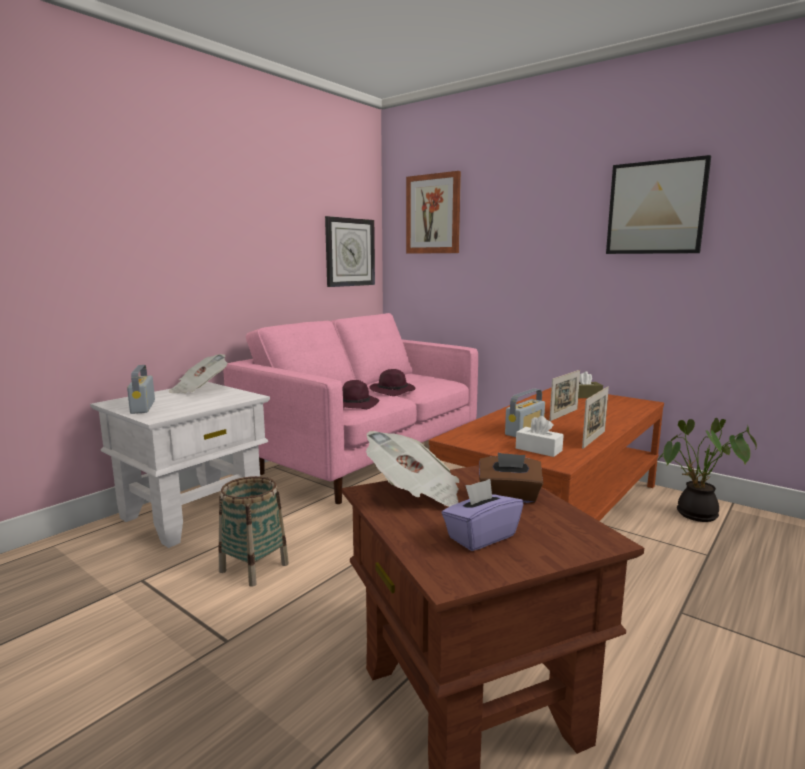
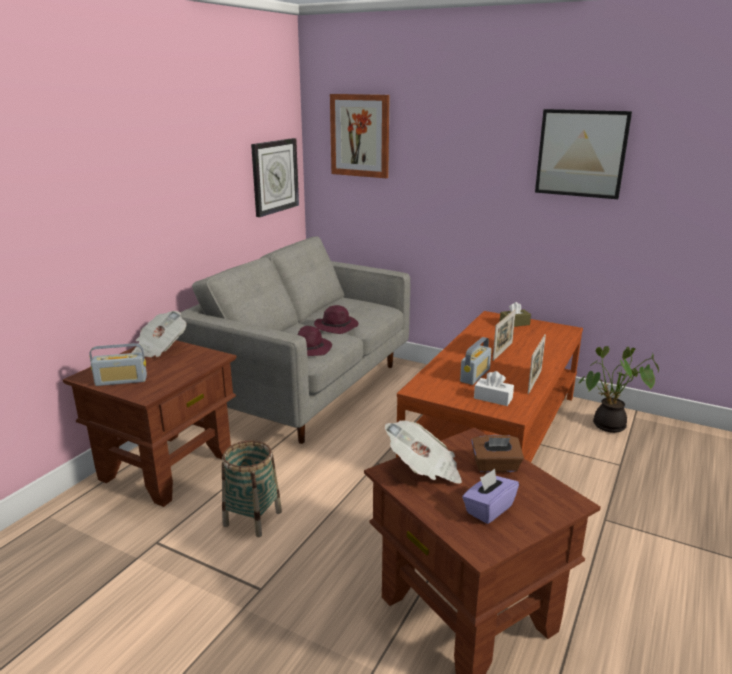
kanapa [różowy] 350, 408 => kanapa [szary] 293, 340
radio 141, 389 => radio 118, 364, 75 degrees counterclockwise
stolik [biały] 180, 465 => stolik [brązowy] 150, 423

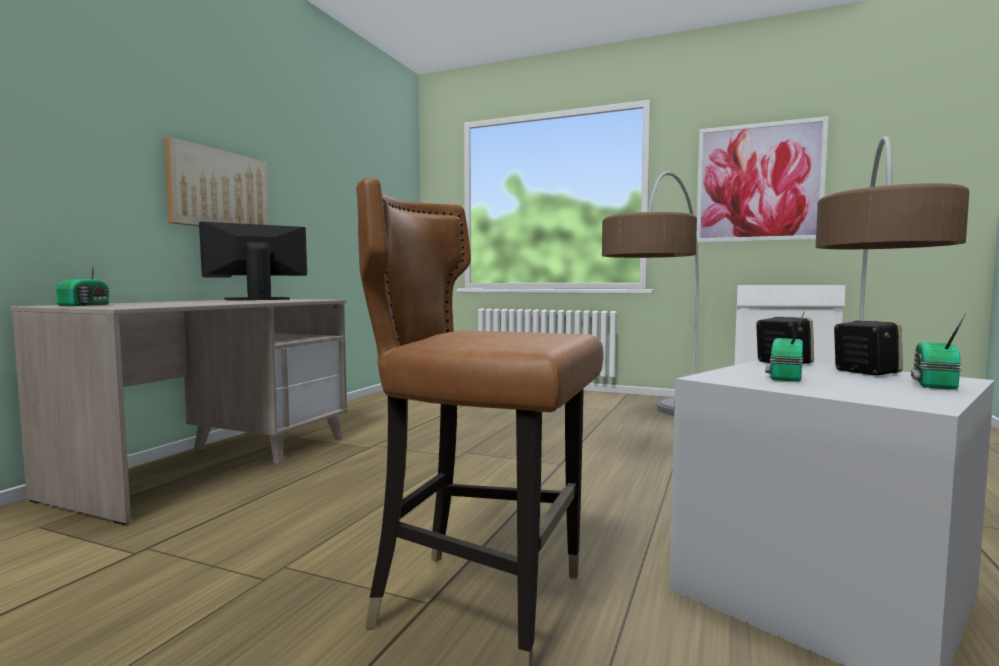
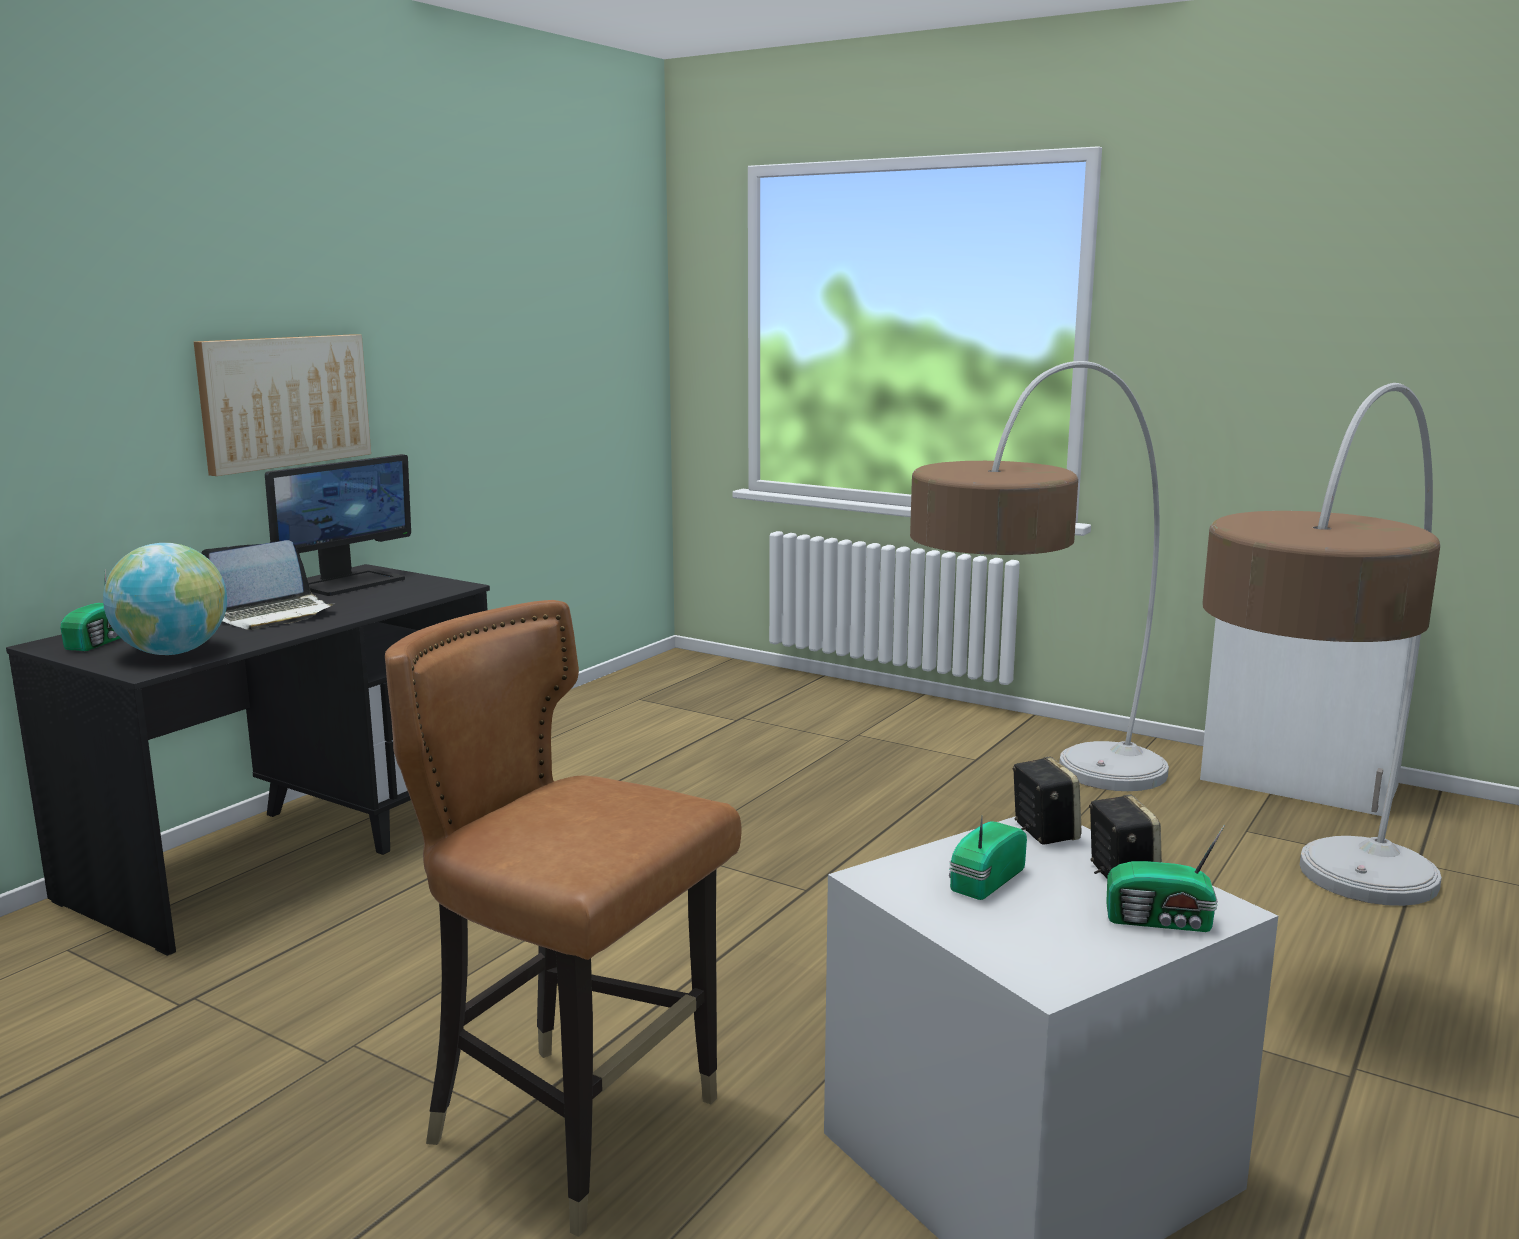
obraz 762, 179 => nothing
monitor 253, 261 => monitor 338, 525, 150 degrees clockwise
biurko [beżowy] 179, 412 => biurko [czarny] 248, 760
radio 938, 352 => radio 1165, 878, 120 degrees counterclockwise
nothing => laptop 268, 585
nothing => globus 165, 599

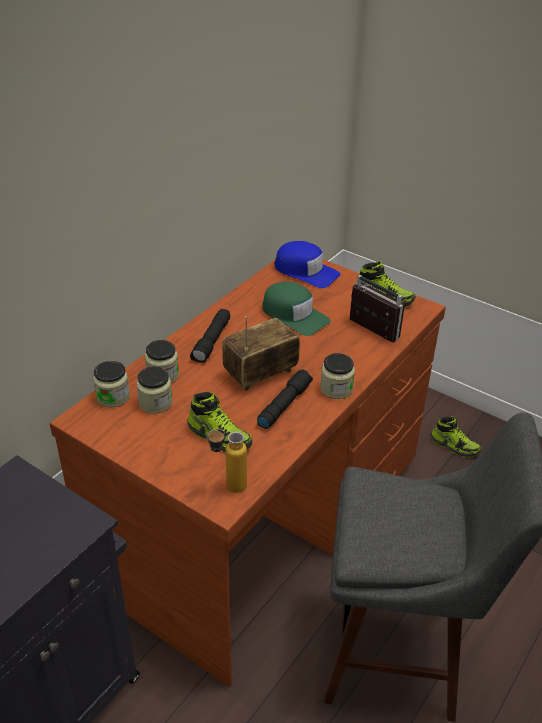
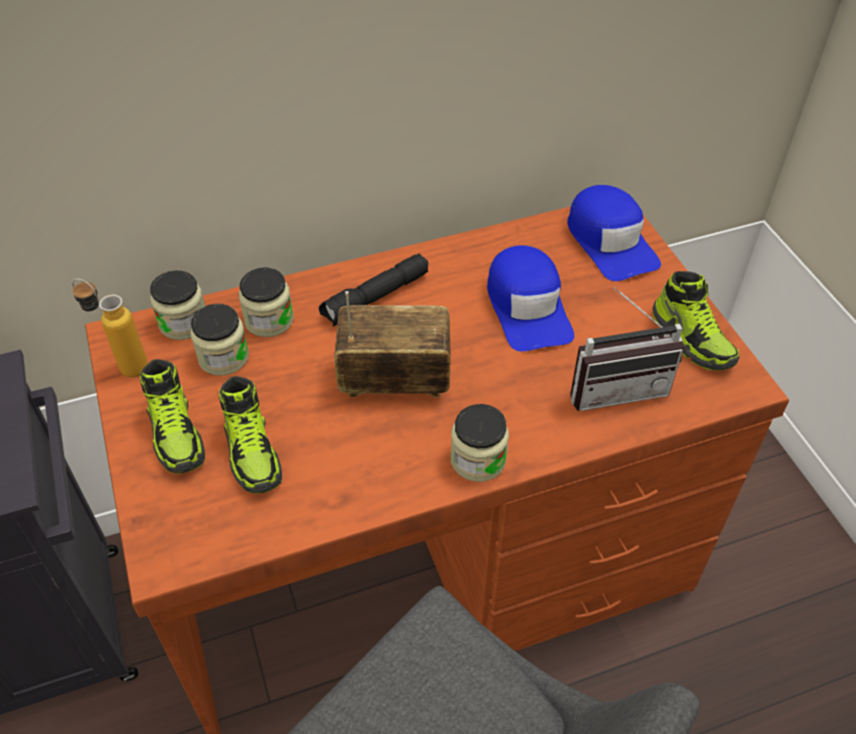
radio 377, 308 => radio 627, 349, 90 degrees clockwise
czapka z daszkiem [zielony] 297, 309 => czapka z daszkiem [niebieski] 530, 298
latarka [czarny] 285, 399 => nothing
but 456, 436 => but 172, 416, moved
butelka 227, 461 => butelka 110, 328, moved

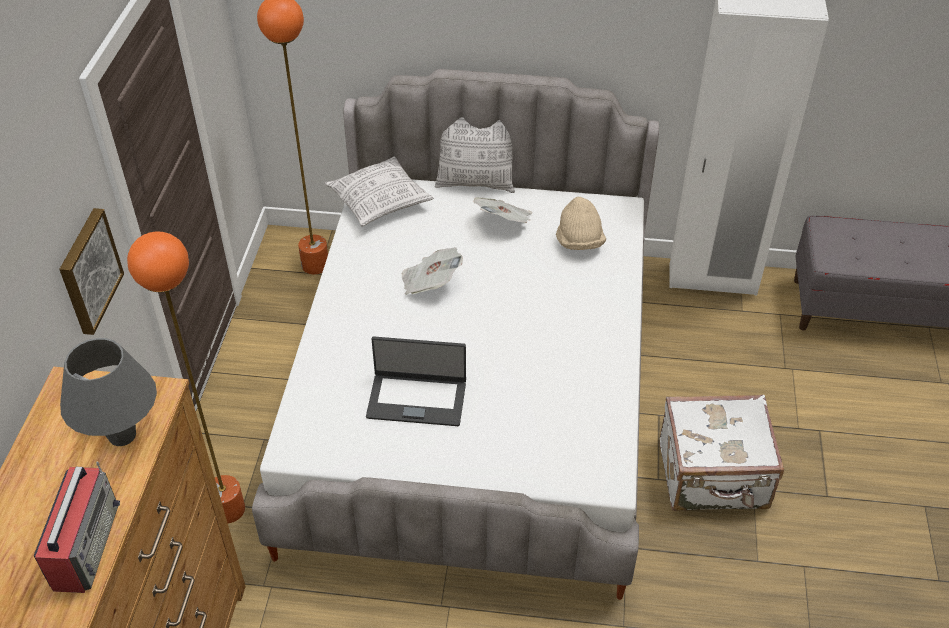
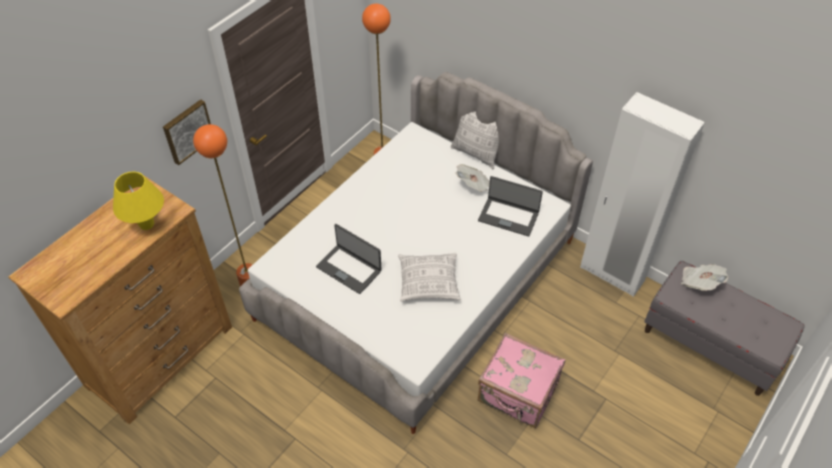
poduszka 379, 191 => poduszka 429, 277, moved
kapelusz [beżowy] 581, 223 => laptop 510, 206
gazeta 432, 271 => gazeta 704, 277, moved
lampa stołowa [szary] 108, 392 => lampa stołowa [żółty] 138, 201
walizka [biały] 721, 452 => walizka [różowy] 521, 380
radio 77, 527 => nothing

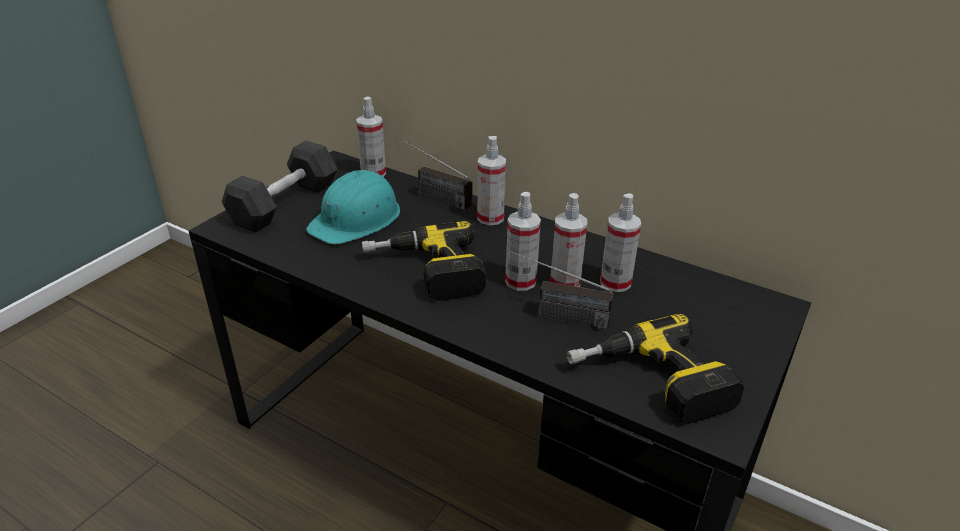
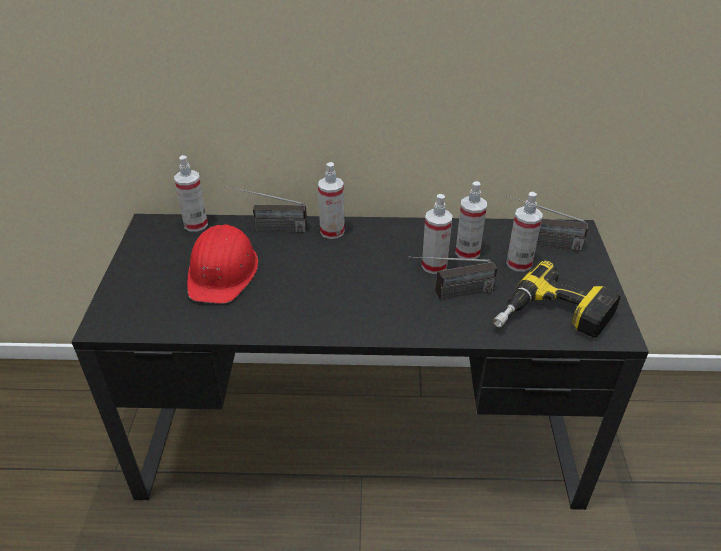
hantel [czarny] 280, 187 => nothing
kask [turkusowy] 353, 206 => kask [czerwony] 222, 263
spryskiwacz 523, 241 => spryskiwacz 524, 232, moved
wiertarka 424, 261 => nothing
nothing => radio 547, 223

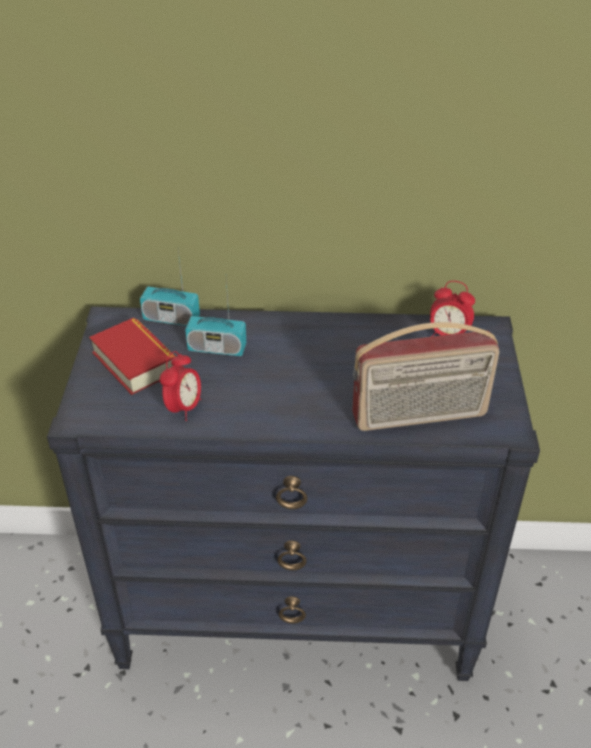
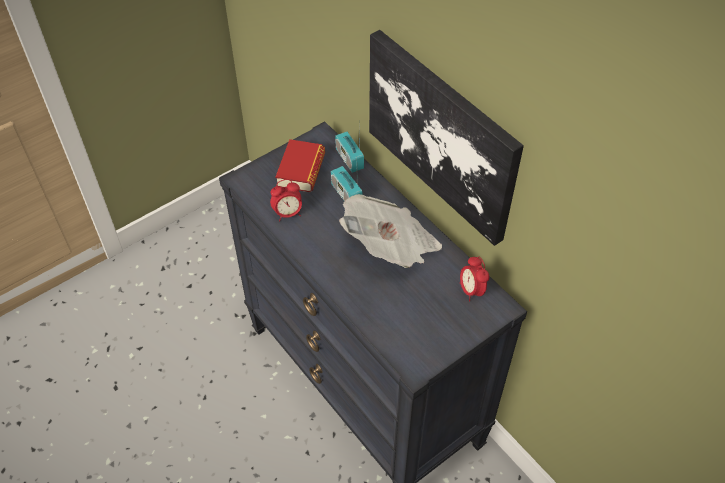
radio 425, 376 => nothing
nothing => obraz 446, 138
nothing => gazeta 390, 231

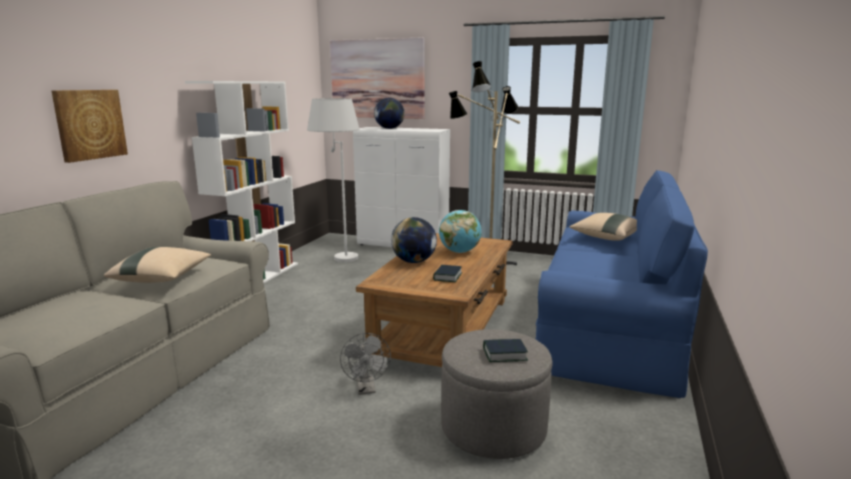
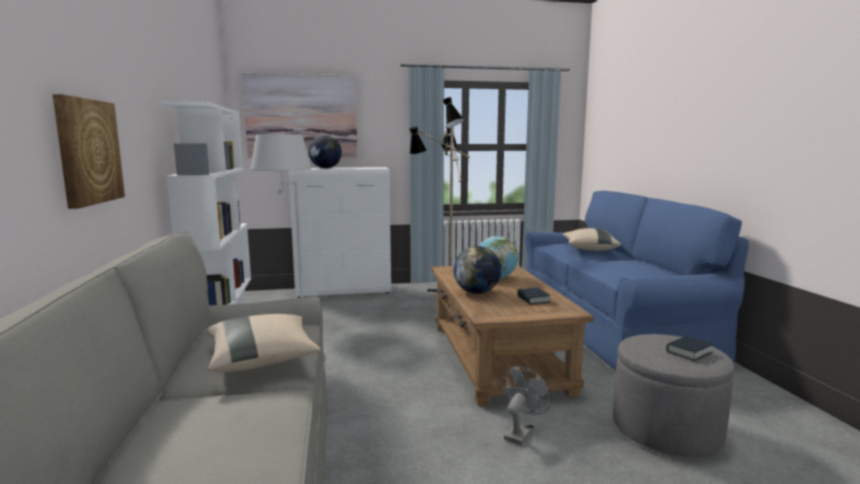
wentylator [szary] 365, 364 => wentylator [szary] 526, 405, 105 degrees counterclockwise

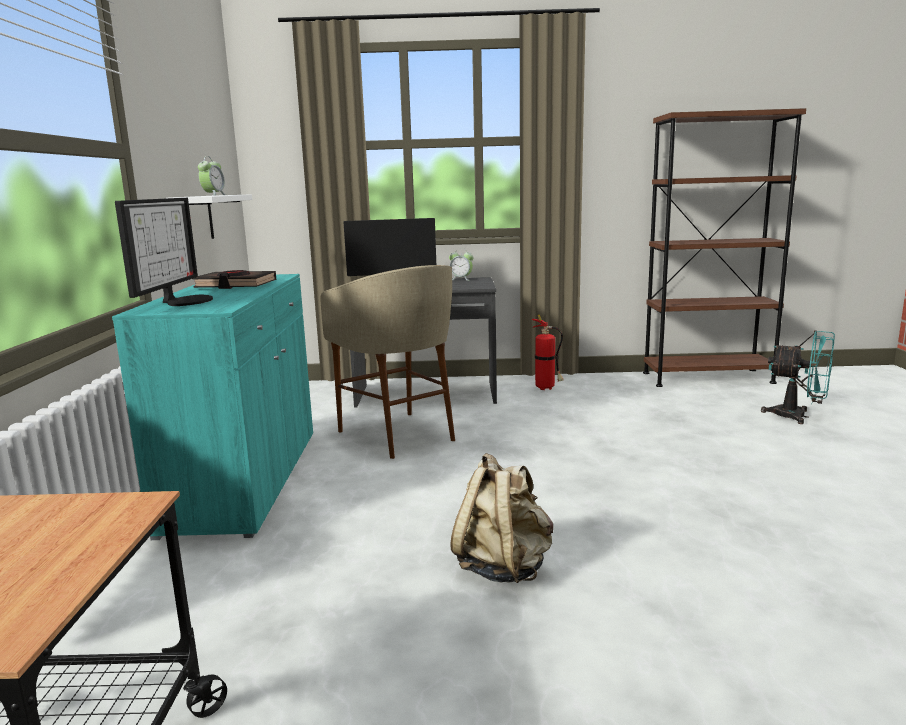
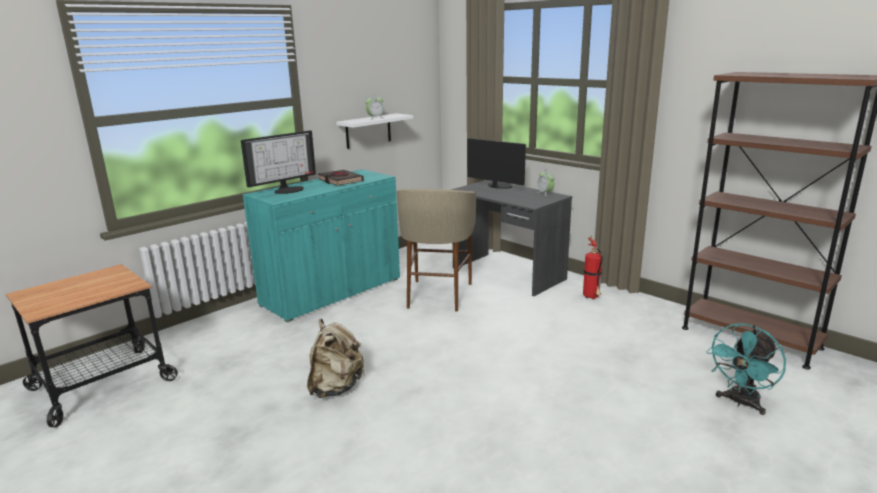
wentylator [turkusowy] 798, 377 => wentylator [turkusowy] 746, 369, 60 degrees clockwise

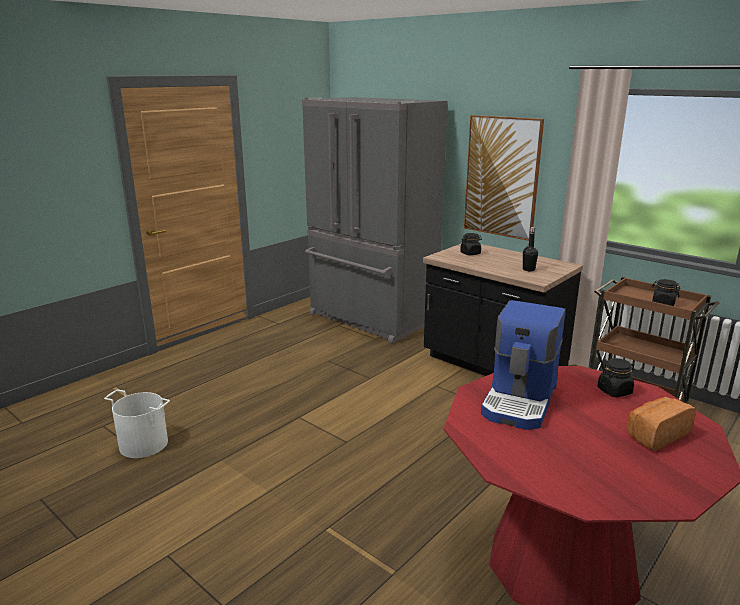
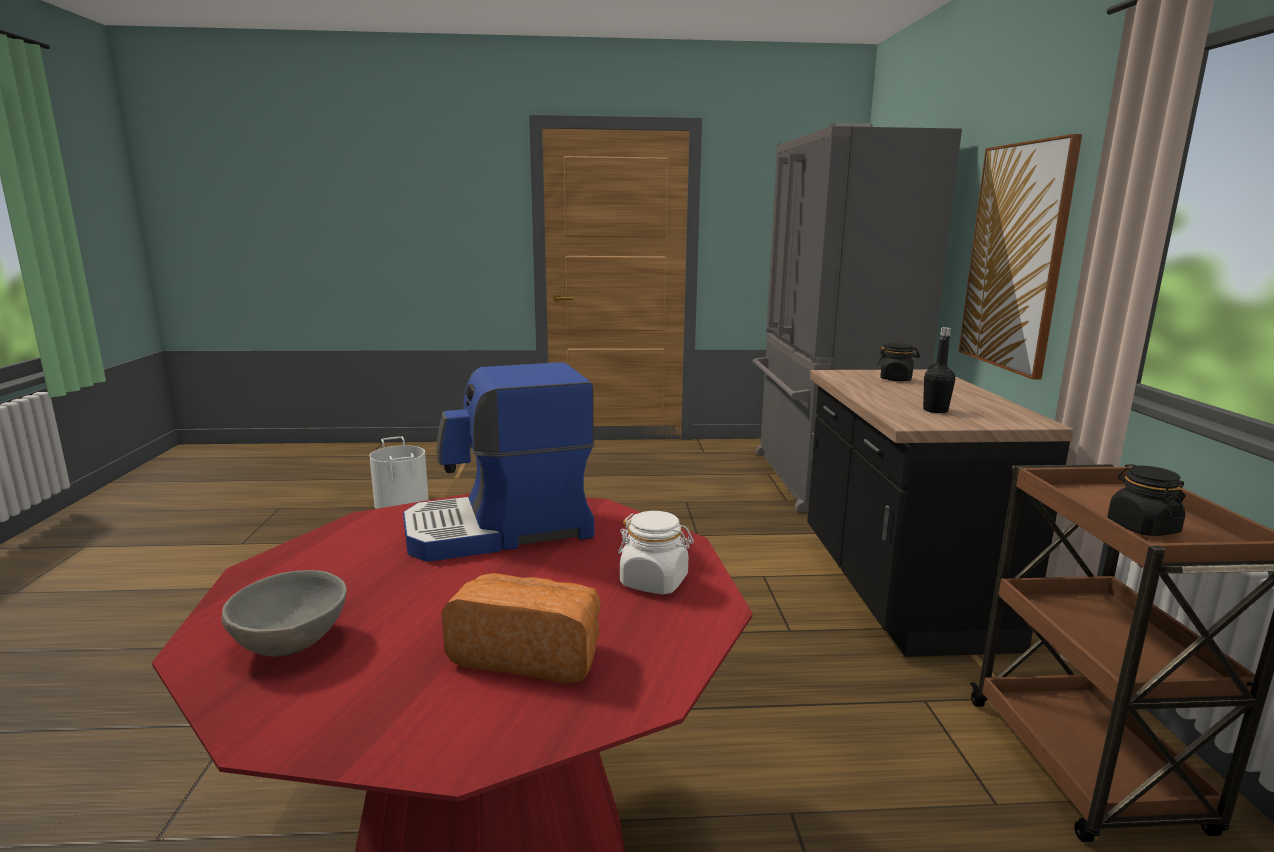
słoik [czarny] 615, 377 => słoik [biały] 656, 552
nothing => miska [szary] 284, 613

